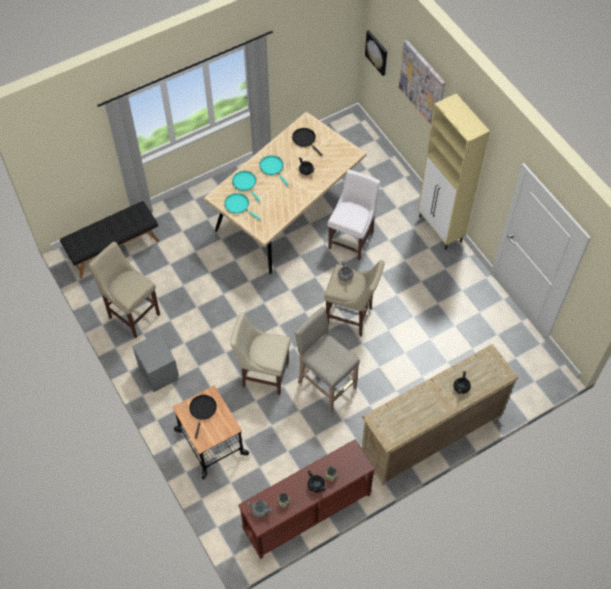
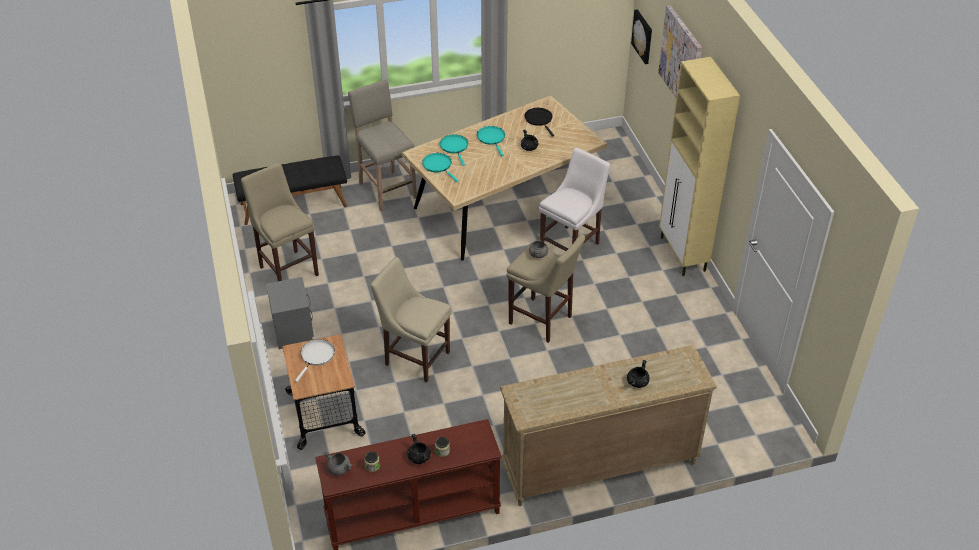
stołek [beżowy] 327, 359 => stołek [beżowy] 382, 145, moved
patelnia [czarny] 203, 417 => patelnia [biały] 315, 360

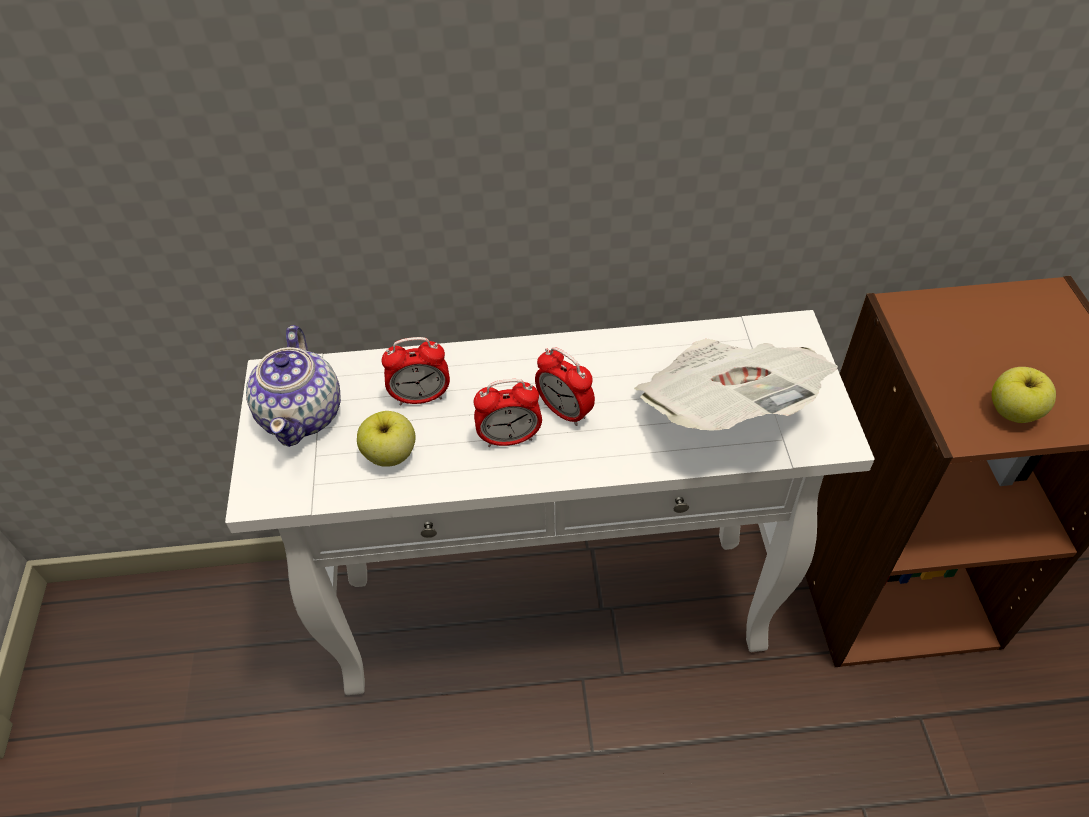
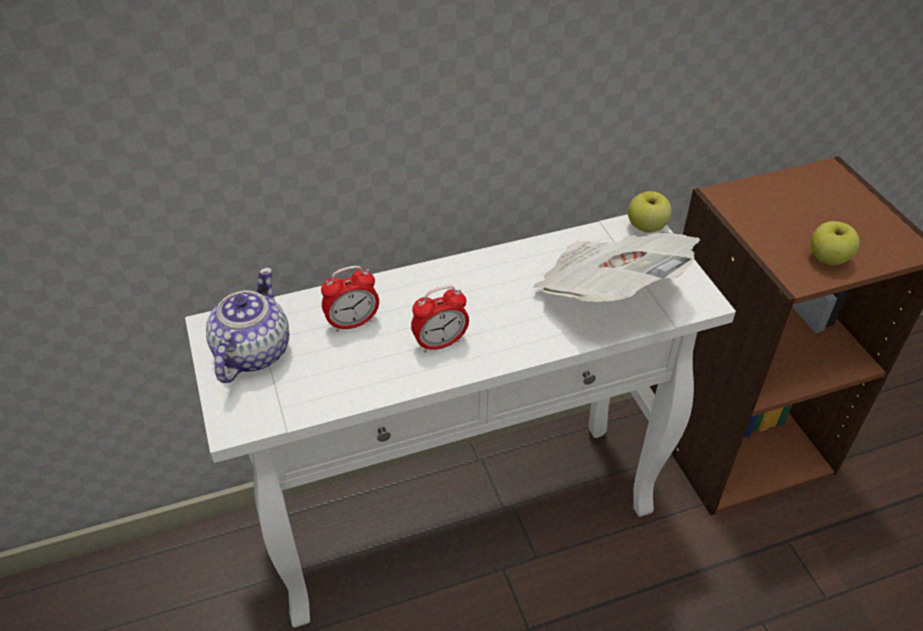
imbryk 293, 386 => imbryk 247, 325, 150 degrees counterclockwise
budzik 565, 386 => nothing
jabłko 386, 439 => jabłko 650, 212, moved

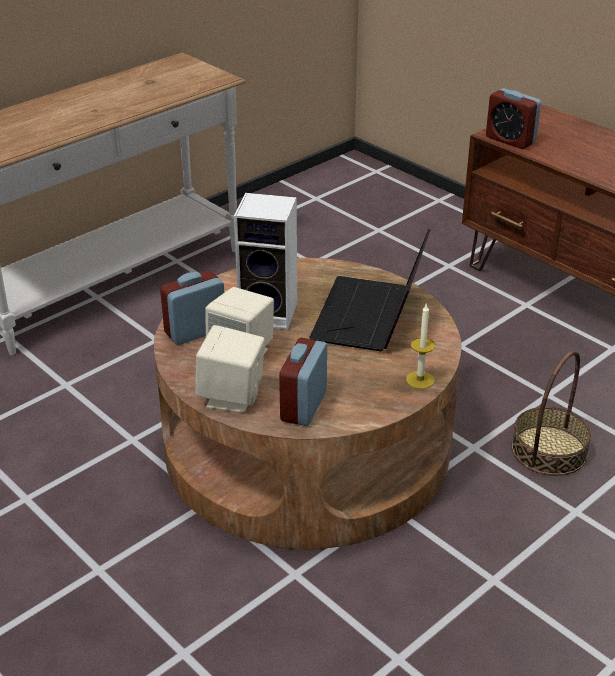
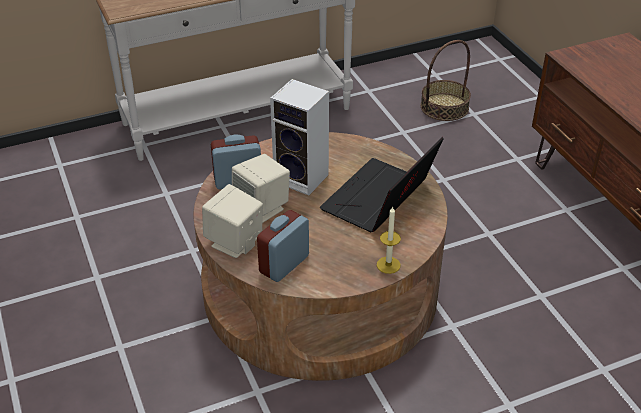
budzik 513, 118 => nothing
koszyk 551, 413 => koszyk 446, 80, moved

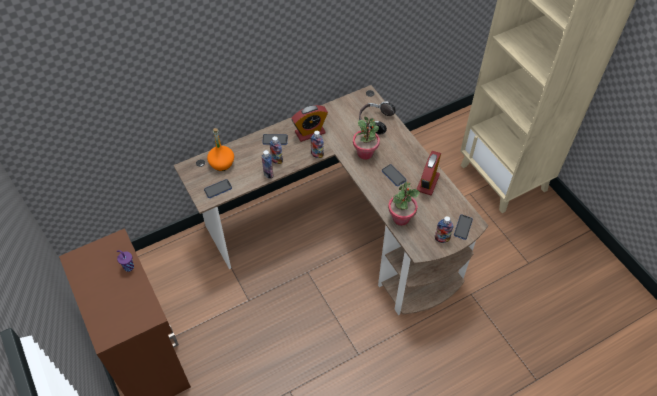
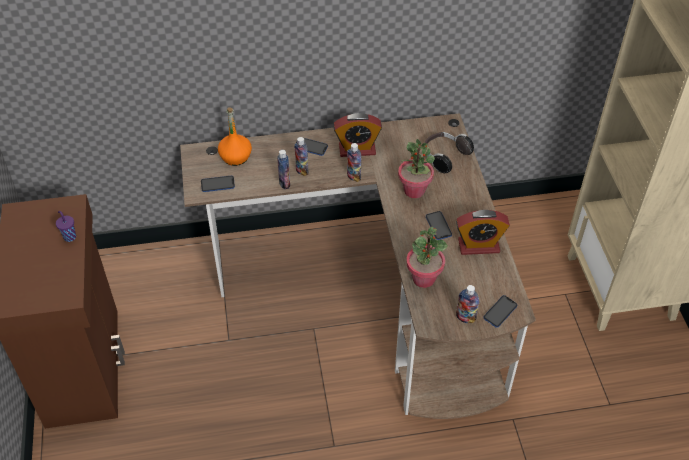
budzik 428, 173 => budzik 483, 232, 135 degrees counterclockwise

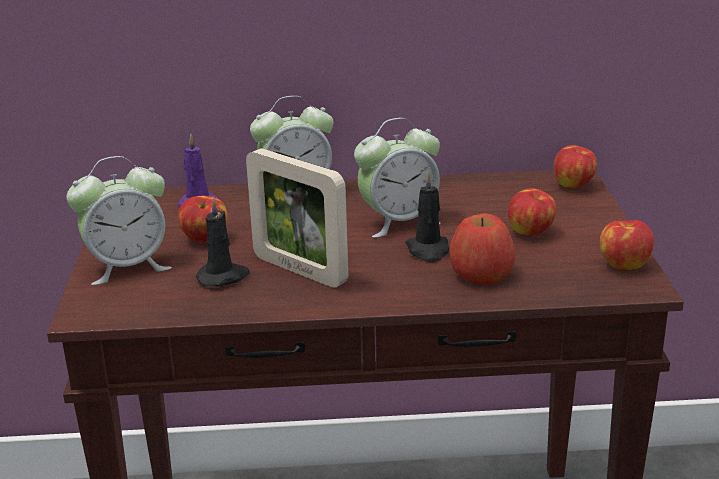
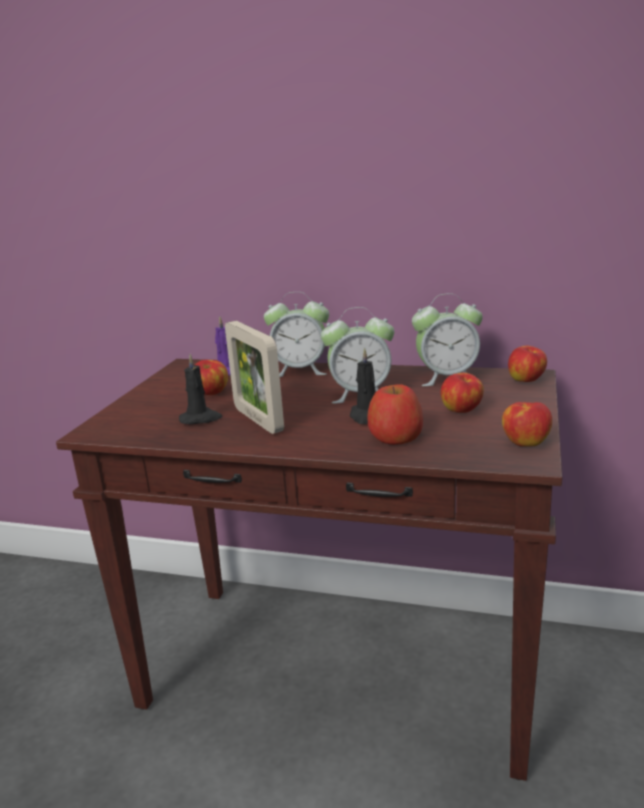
budzik 119, 220 => budzik 447, 340, moved

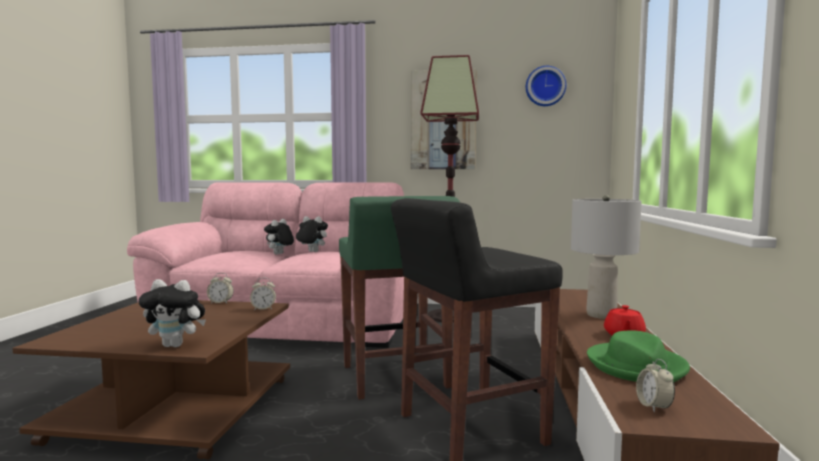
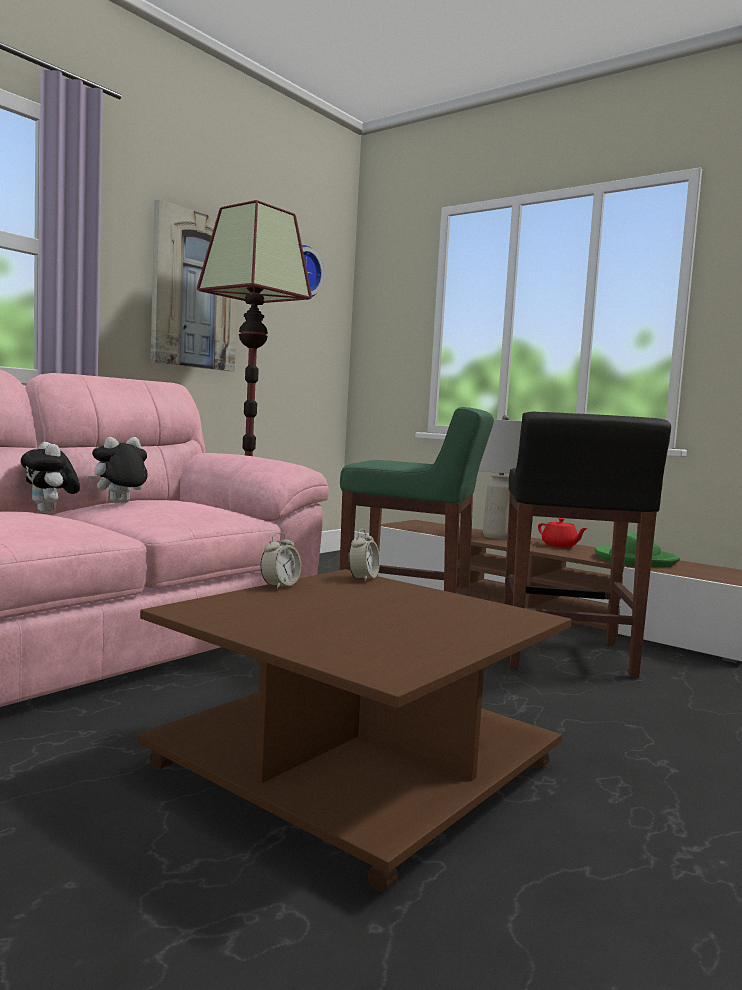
pluszak 172, 313 => nothing
budzik 655, 386 => nothing

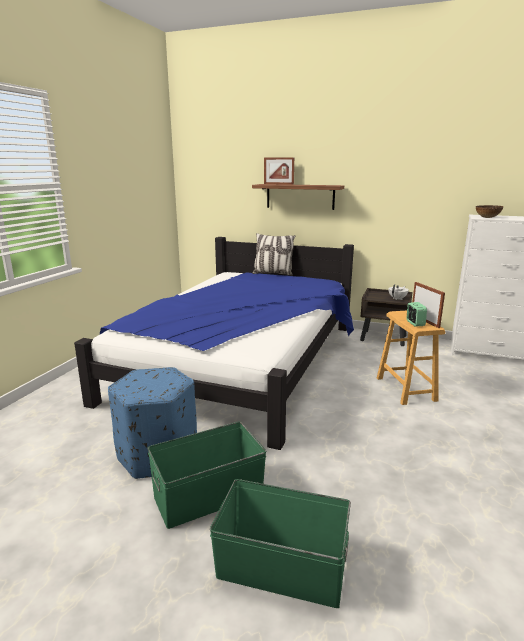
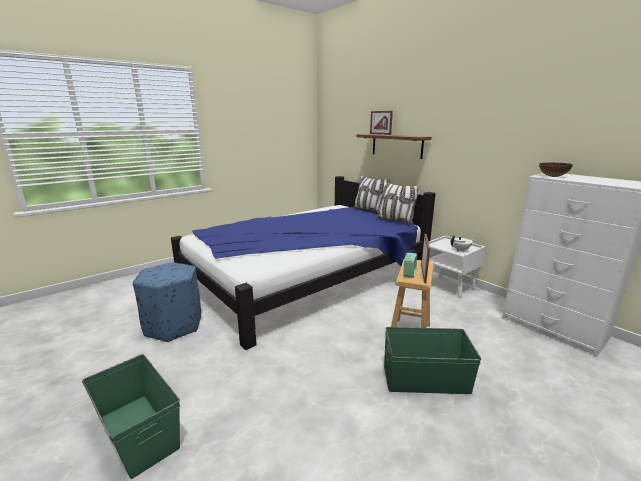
szafka nocna [brązowy] 386, 317 => szafka nocna [biały] 457, 267
pojemnik do przechowywania [zielony] 207, 475 => pojemnik do przechowywania [zielony] 432, 360, moved
nothing => poduszka 398, 203

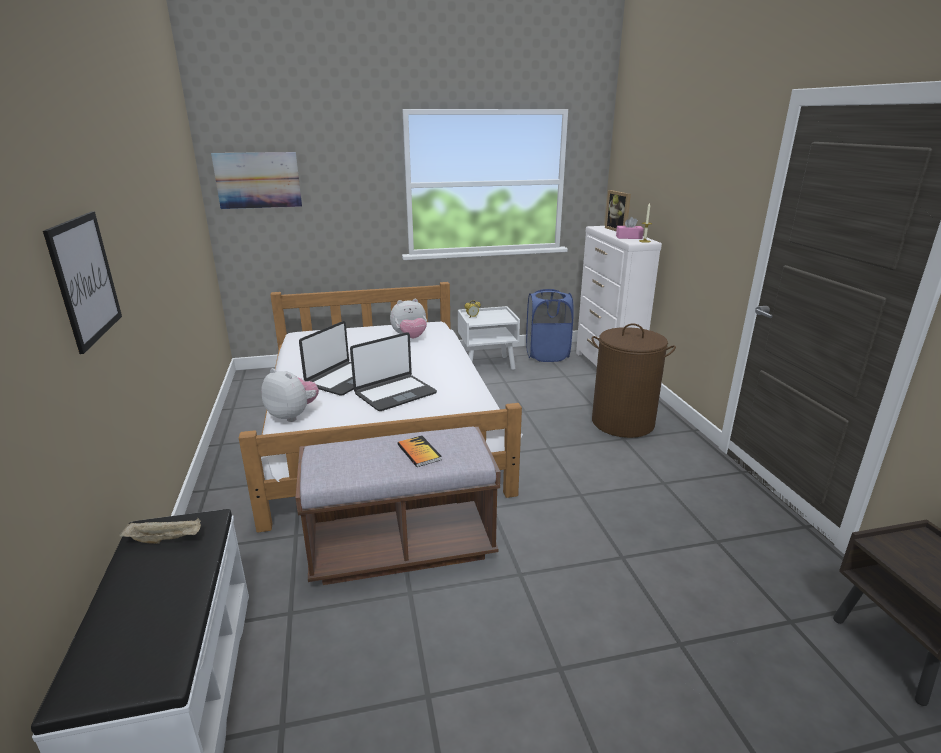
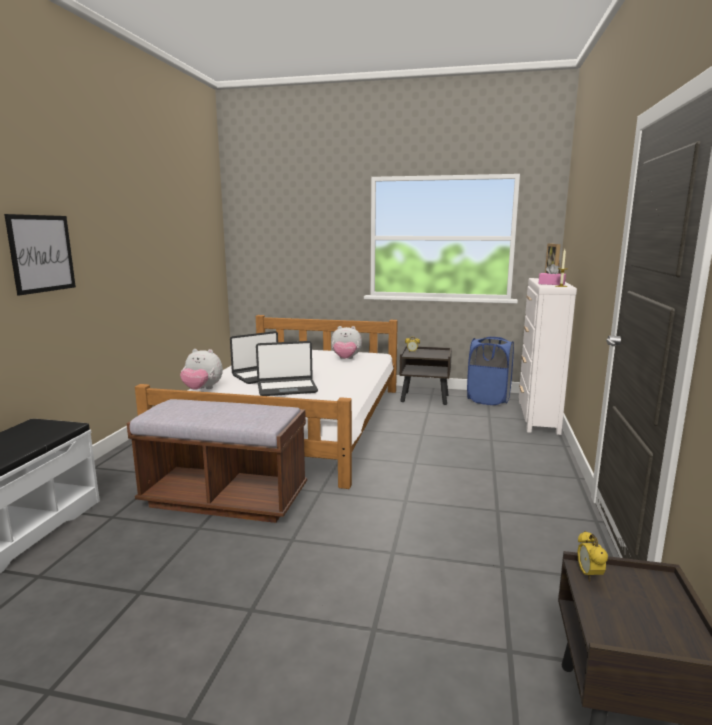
obraz 256, 180 => nothing
szafka nocna [biały] 489, 338 => szafka nocna [brązowy] 426, 375
kosz na pranie [brązowy] 634, 380 => nothing
pluszak 290, 395 => pluszak 201, 369, 135 degrees clockwise
książka 420, 451 => nothing
taca [beżowy] 160, 531 => nothing
nothing => budzik 592, 556

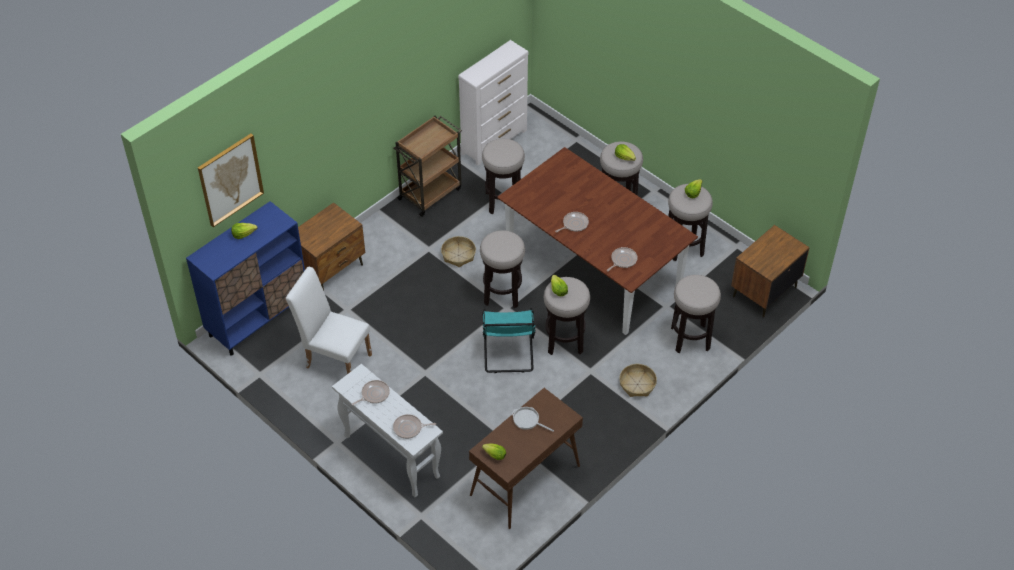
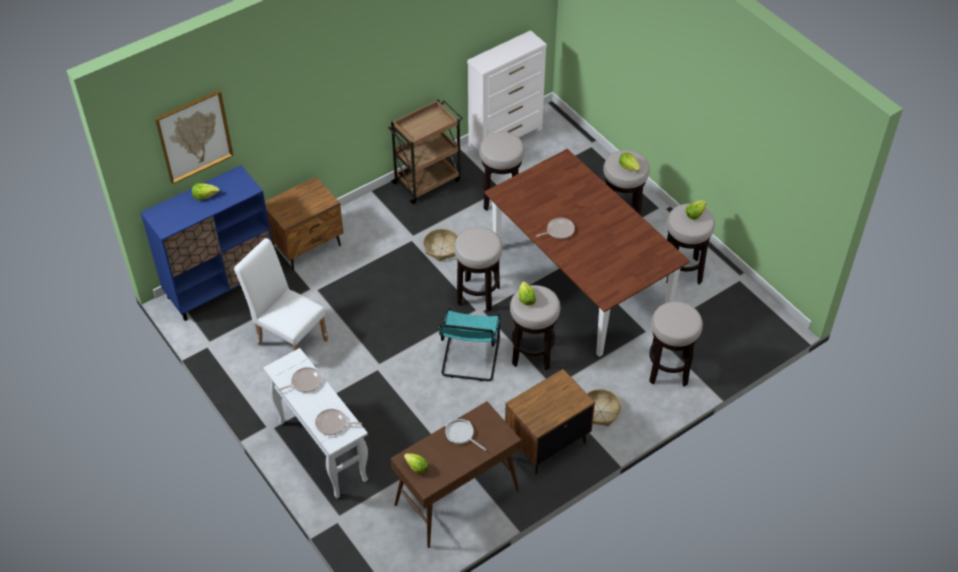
szafka nocna [brązowy] 770, 271 => szafka nocna [brązowy] 550, 421, moved
patelnia 622, 259 => nothing

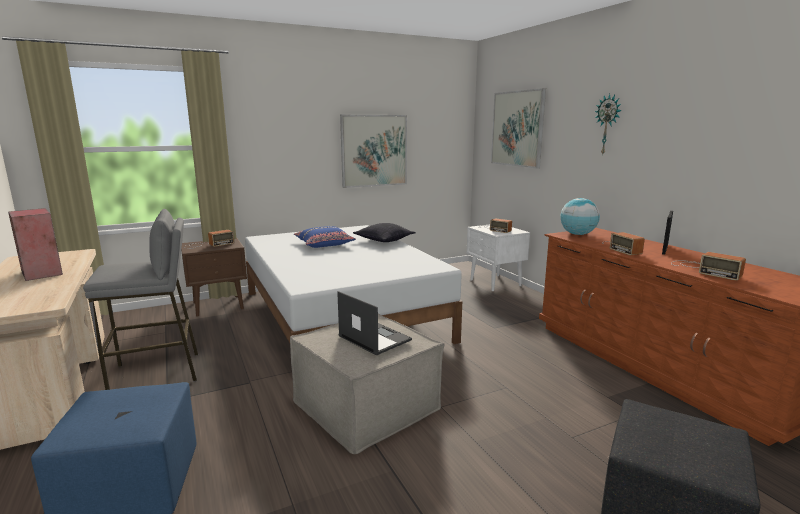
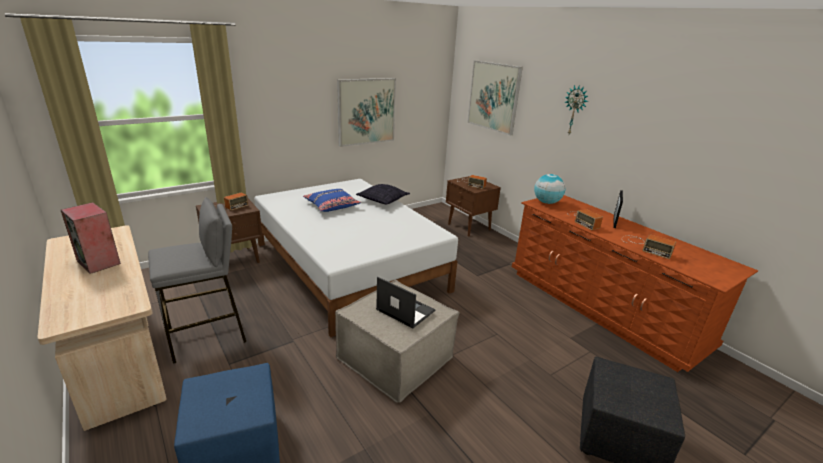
szafka nocna [biały] 498, 258 => szafka nocna [brązowy] 473, 206

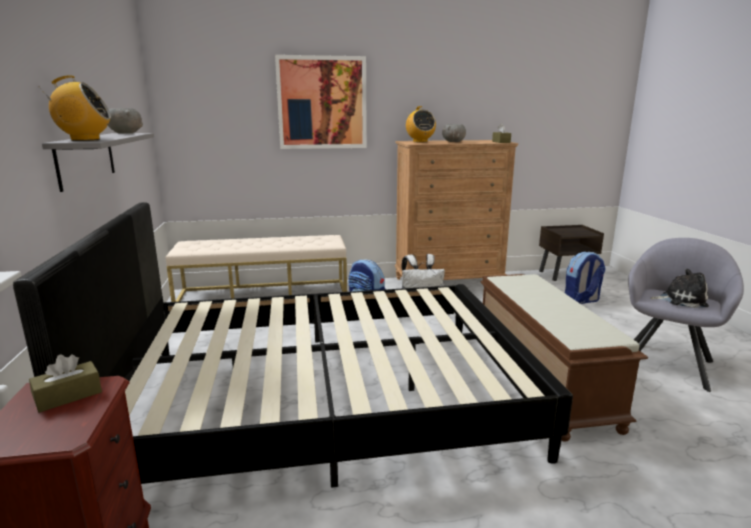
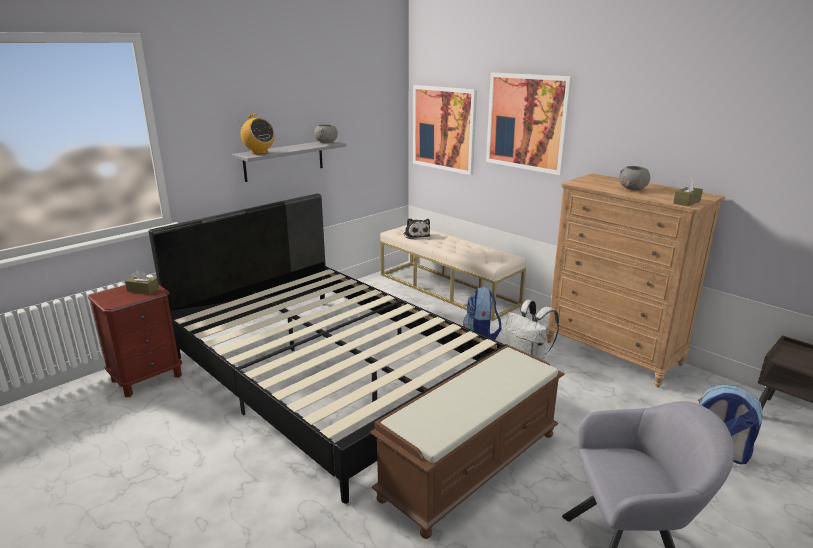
radio 421, 124 => nothing
pluszak 679, 288 => pluszak 416, 228, moved
nothing => obraz 445, 130

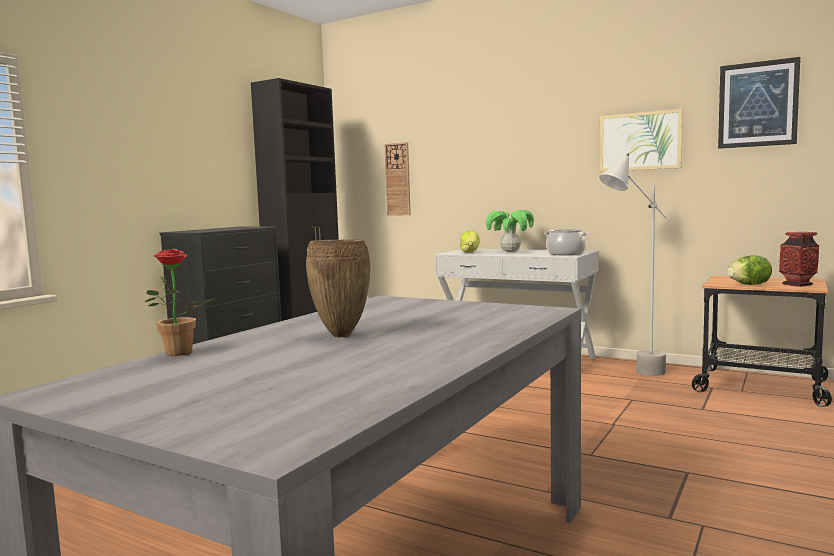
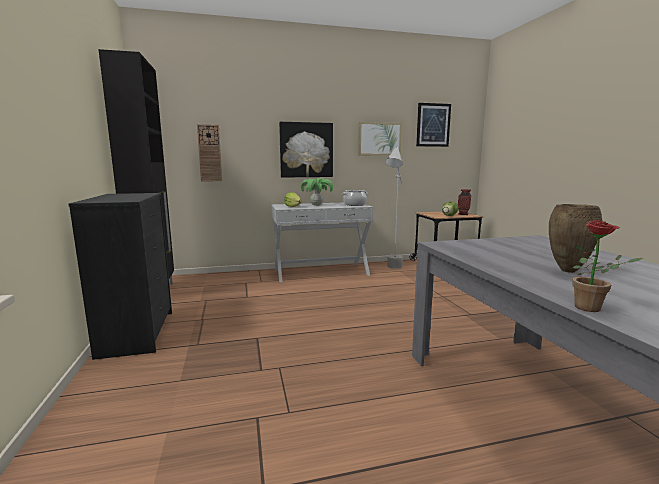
nothing => obraz 306, 150

